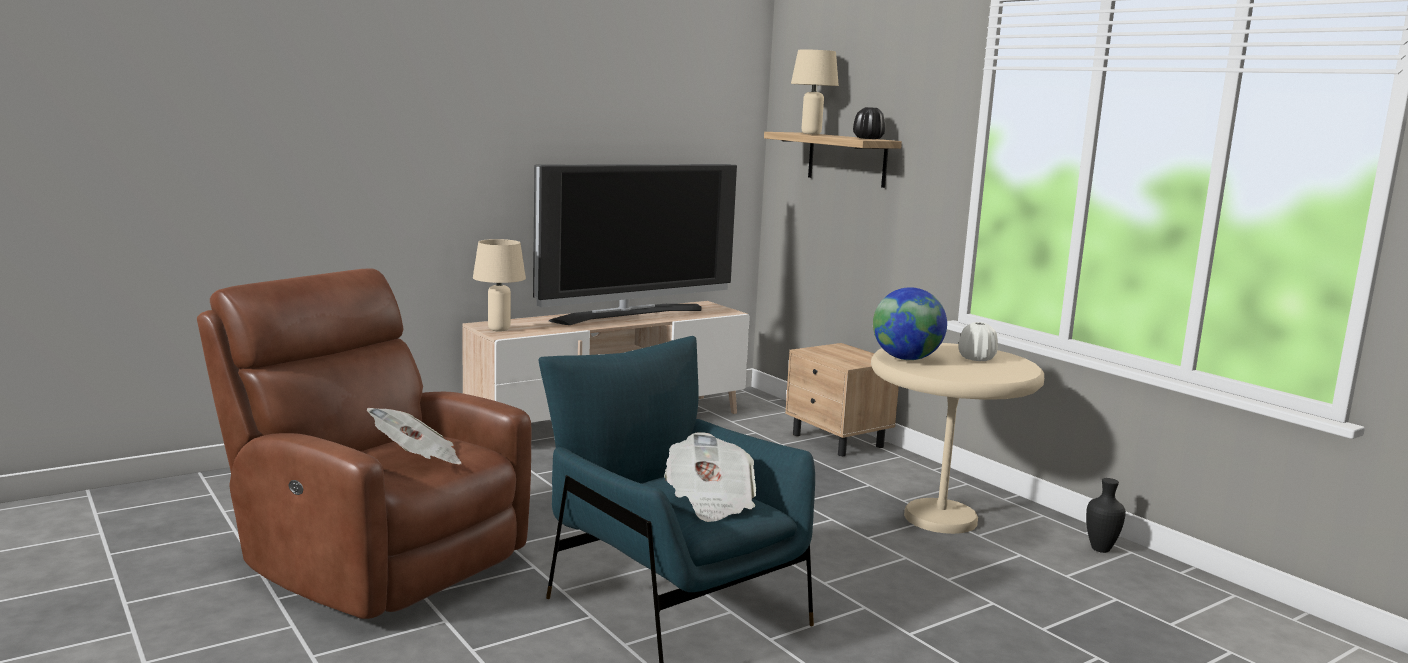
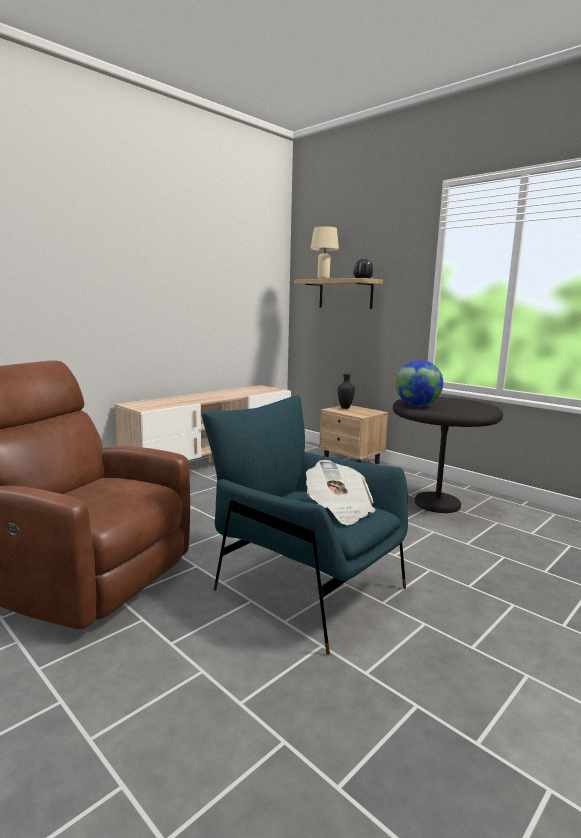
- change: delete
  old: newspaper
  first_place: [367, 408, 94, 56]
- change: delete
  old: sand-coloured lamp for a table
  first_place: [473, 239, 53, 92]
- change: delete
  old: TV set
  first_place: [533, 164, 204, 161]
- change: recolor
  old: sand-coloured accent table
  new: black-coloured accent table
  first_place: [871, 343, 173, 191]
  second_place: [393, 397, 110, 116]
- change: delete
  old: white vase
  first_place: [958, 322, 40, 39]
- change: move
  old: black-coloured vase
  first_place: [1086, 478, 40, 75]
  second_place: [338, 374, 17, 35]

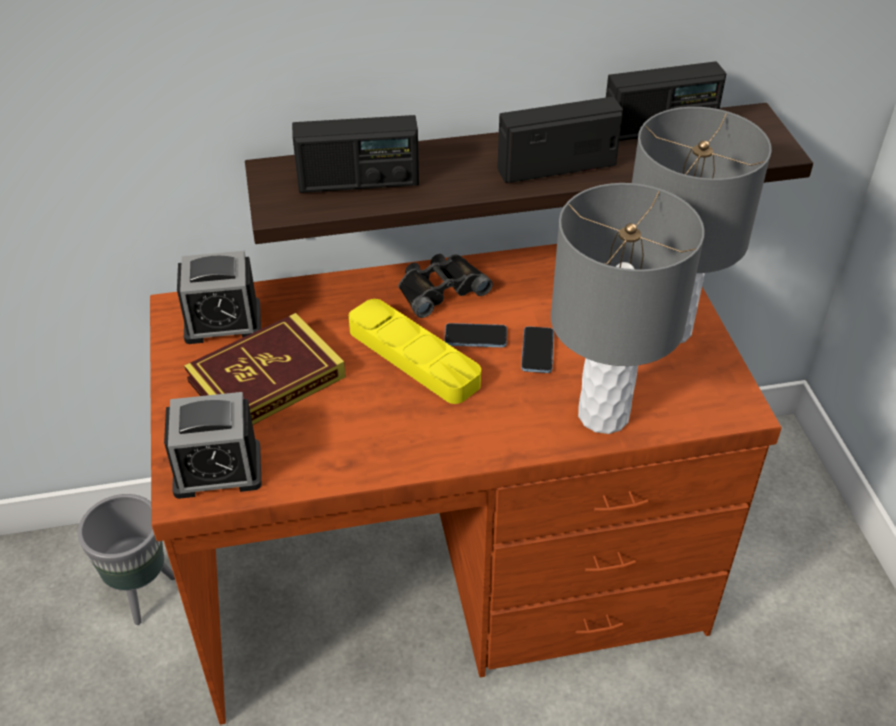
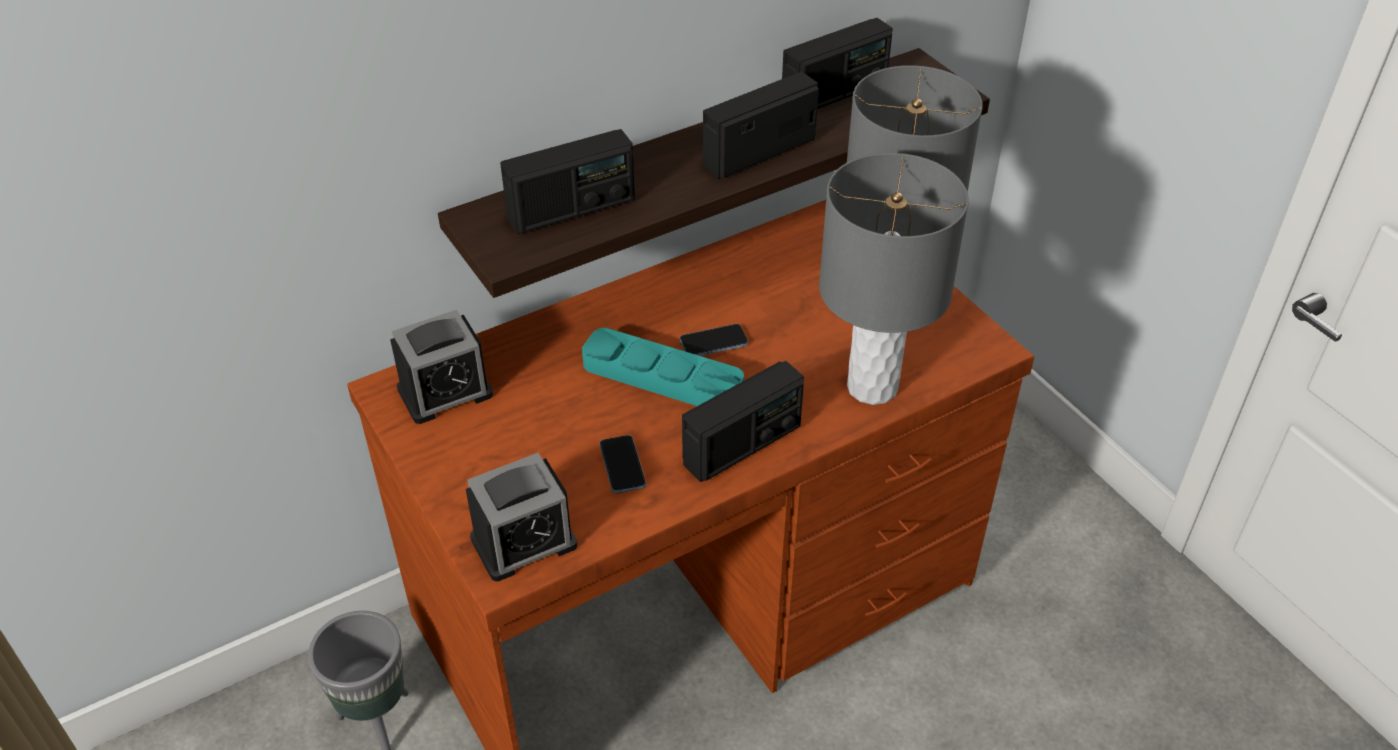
- change: delete
  old: bound book
  first_place: [184, 313, 162, 112]
- change: recolor
  old: yellow-coloured tray
  new: turquoise-coloured tray
  first_place: [349, 299, 132, 105]
  second_place: [582, 328, 162, 78]
- change: delete
  old: black-coloured pair of binoculars
  first_place: [398, 254, 95, 64]
- change: move
  old: phone
  first_place: [521, 326, 33, 47]
  second_place: [600, 435, 46, 58]
- change: insert
  new: radio
  second_place: [682, 361, 122, 121]

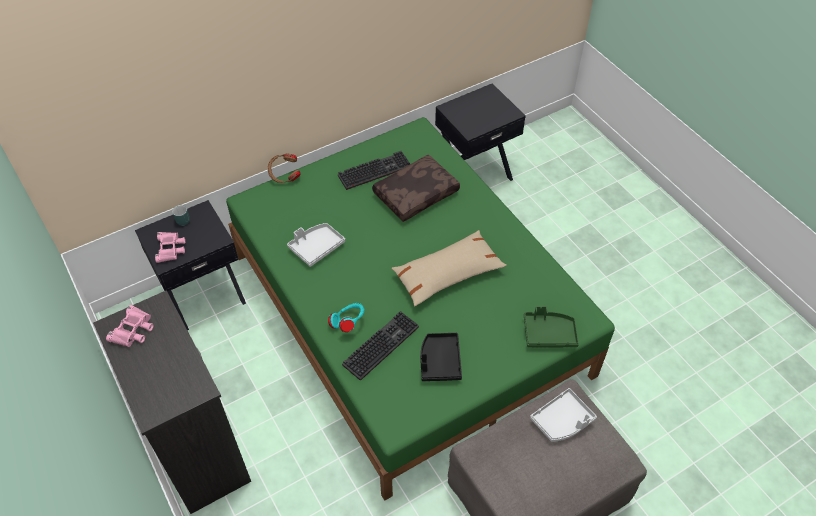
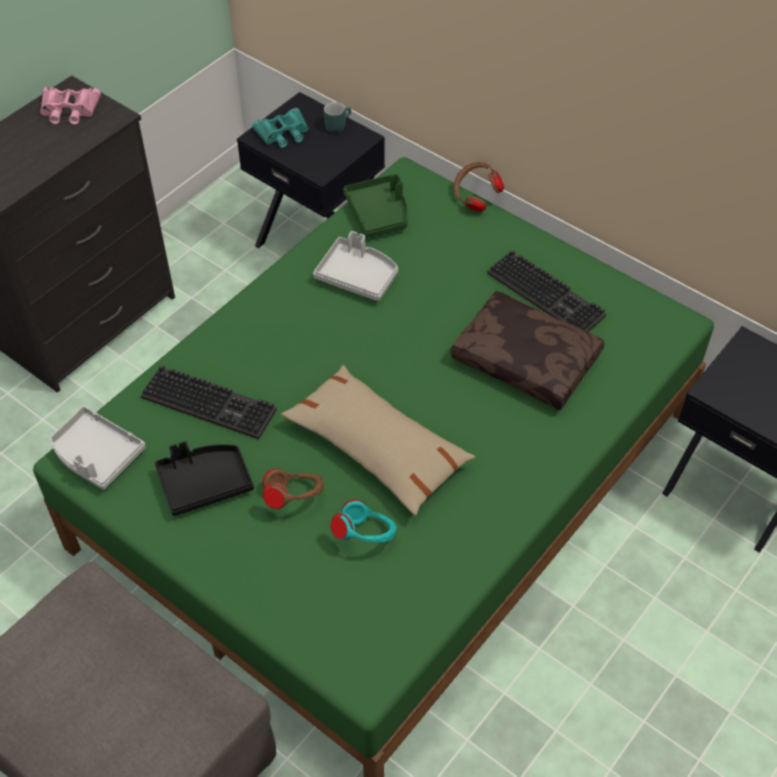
- change: recolor
  old: pink-coloured pair of binoculars
  new: turquoise-coloured pair of binoculars
  first_place: [155, 232, 30, 31]
  second_place: [252, 108, 57, 40]
- change: move
  old: turquoise-coloured pair of headphones
  first_place: [328, 303, 37, 29]
  second_place: [331, 499, 66, 44]
- change: move
  old: green-coloured tray
  first_place: [524, 306, 55, 41]
  second_place: [343, 173, 66, 65]
- change: move
  old: grey tray
  first_place: [530, 388, 67, 54]
  second_place: [50, 406, 96, 84]
- change: insert
  new: brown-coloured pair of headphones
  second_place: [262, 468, 62, 41]

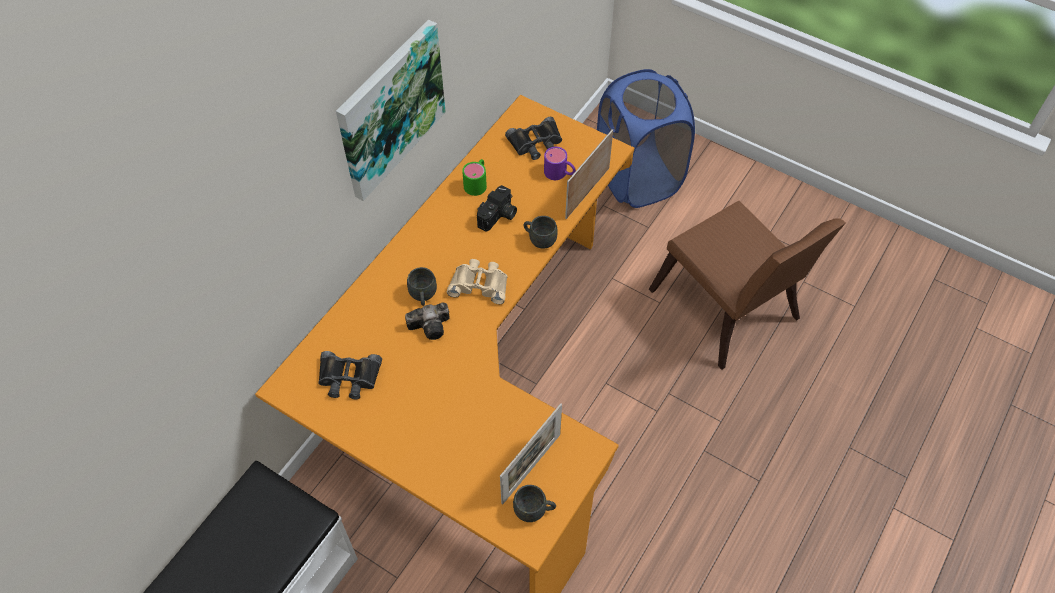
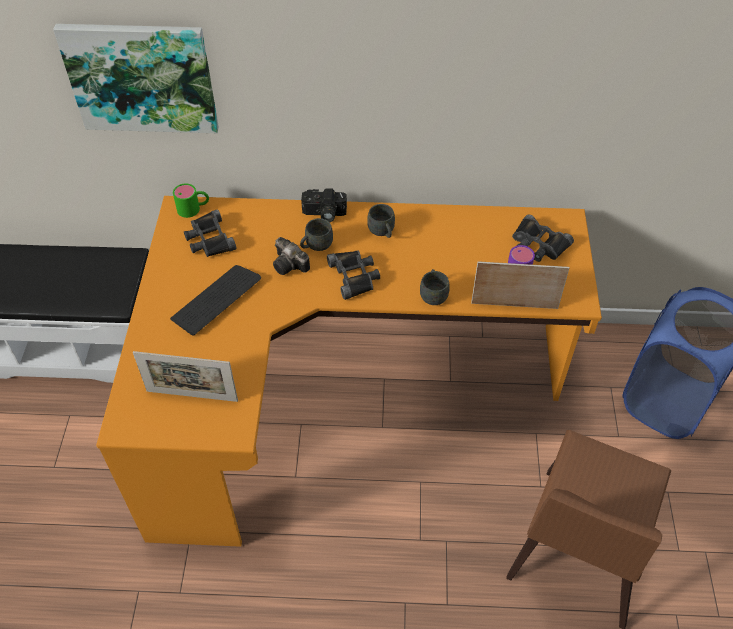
- change: move
  old: picture
  first_place: [336, 19, 110, 182]
  second_place: [53, 24, 166, 109]
- change: recolor
  old: sand-coloured pair of binoculars
  new: black-coloured pair of binoculars
  first_place: [447, 259, 61, 45]
  second_place: [327, 250, 53, 50]
- change: move
  old: green-coloured coffee mug
  first_place: [462, 159, 25, 37]
  second_place: [173, 183, 36, 35]
- change: move
  old: still camera
  first_place: [477, 185, 40, 47]
  second_place: [301, 188, 46, 34]
- change: move
  old: grey coffee mug
  first_place: [513, 485, 43, 37]
  second_place: [367, 204, 28, 34]
- change: insert
  new: computer keyboard
  second_place: [170, 265, 91, 71]

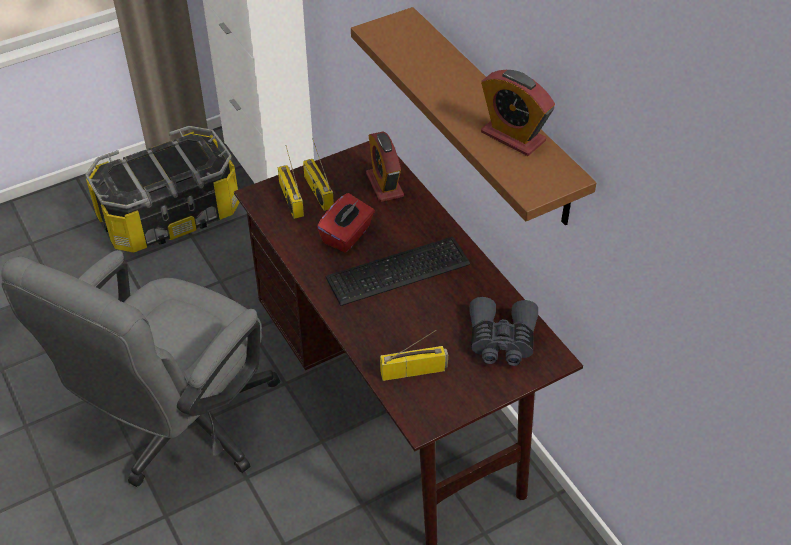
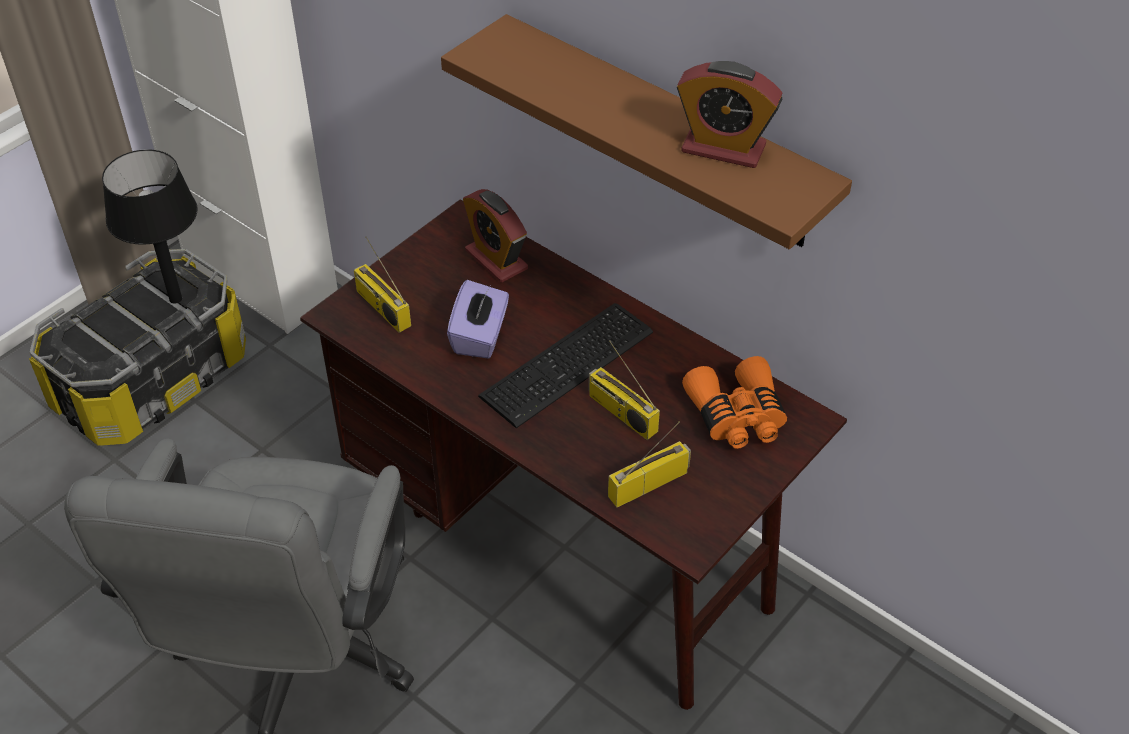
- change: move
  old: radio
  first_place: [303, 138, 31, 73]
  second_place: [588, 340, 72, 100]
- change: recolor
  old: reddish box of tissues
  new: purple-coloured box of tissues
  first_place: [317, 193, 58, 59]
  second_place: [447, 280, 62, 79]
- change: recolor
  old: grey pair of binoculars
  new: orange pair of binoculars
  first_place: [469, 297, 69, 69]
  second_place: [682, 356, 105, 93]
- change: insert
  new: black-coloured lamp for a table
  second_place: [102, 149, 96, 155]

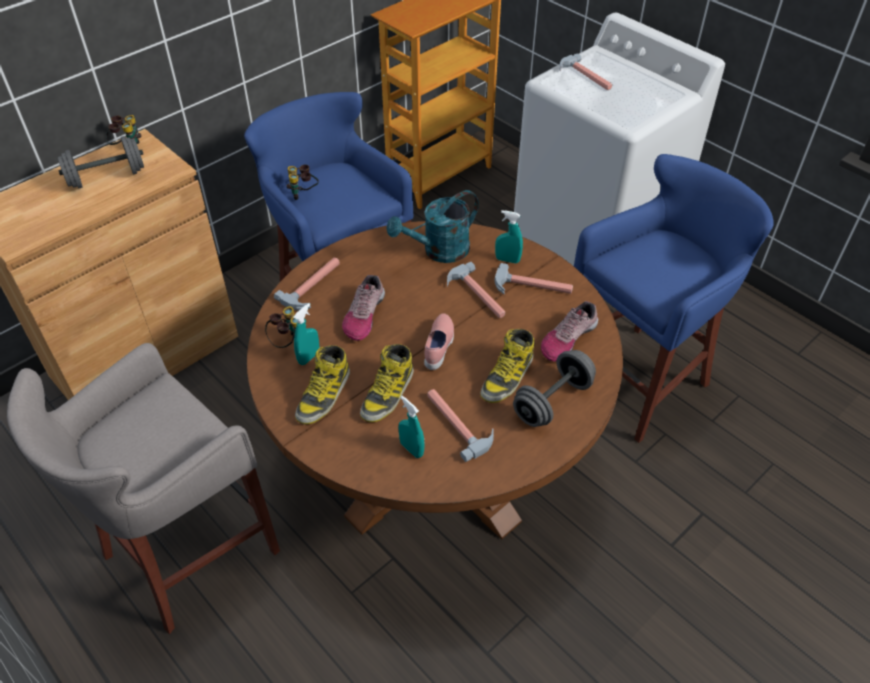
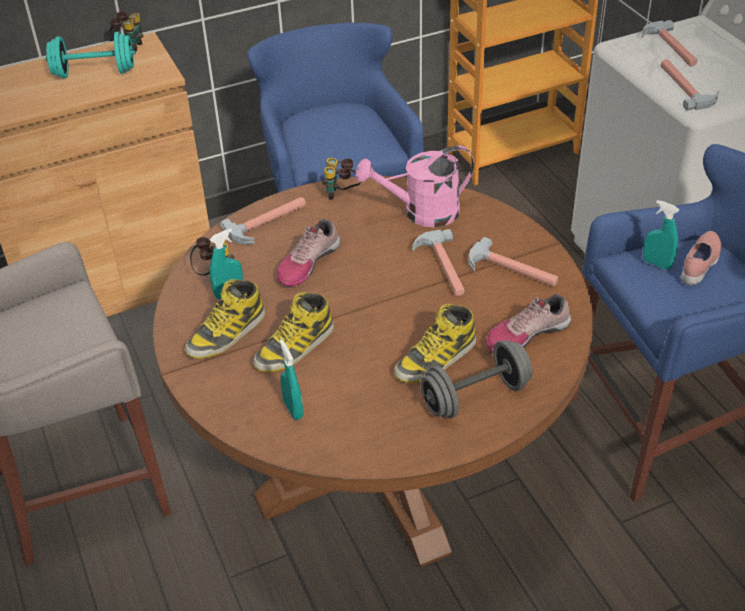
- change: recolor
  old: grey free weight
  new: turquoise-coloured free weight
  first_place: [58, 136, 86, 52]
  second_place: [46, 32, 90, 46]
- change: move
  old: pair of binoculars
  first_place: [286, 165, 33, 35]
  second_place: [322, 158, 39, 42]
- change: recolor
  old: turquoise-coloured watering pot
  new: pink-coloured watering pot
  first_place: [386, 190, 93, 73]
  second_place: [356, 145, 118, 82]
- change: move
  old: pink-coloured shoe
  first_place: [424, 313, 30, 57]
  second_place: [681, 231, 40, 54]
- change: move
  old: hammer
  first_place: [427, 389, 67, 73]
  second_place: [661, 59, 58, 52]
- change: move
  old: turquoise-coloured hand sprayer
  first_place: [495, 210, 28, 54]
  second_place: [643, 200, 36, 70]

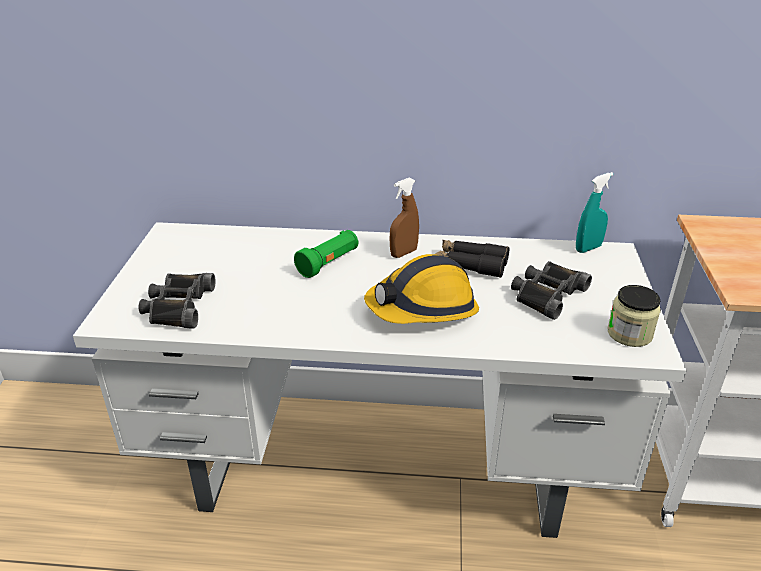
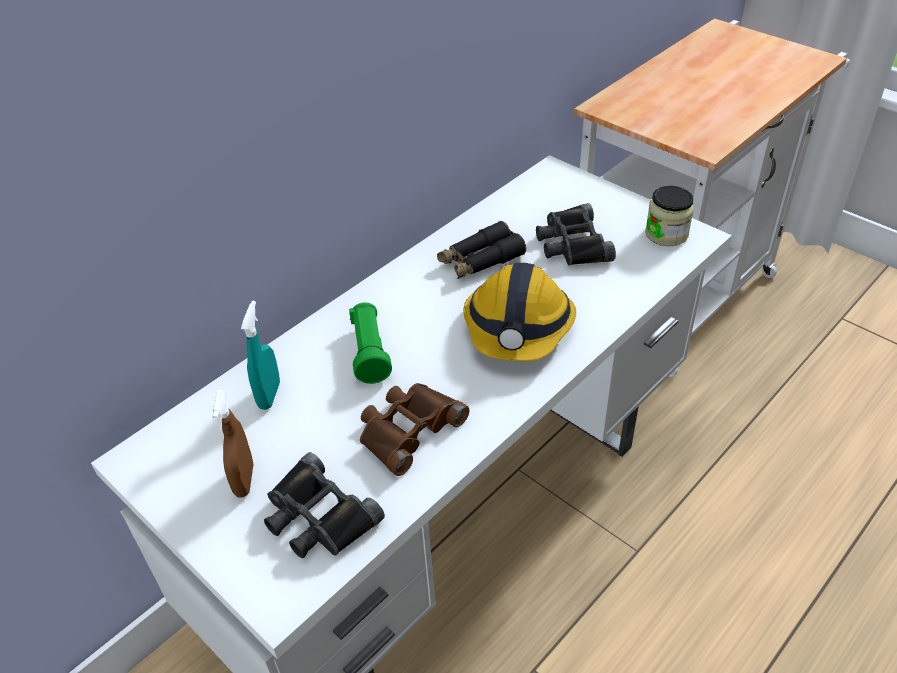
- change: move
  old: brown-coloured hand sprayer
  first_place: [390, 178, 29, 80]
  second_place: [212, 390, 41, 108]
- change: move
  old: turquoise-coloured hand sprayer
  first_place: [576, 172, 37, 81]
  second_place: [241, 301, 39, 109]
- change: insert
  new: brown-coloured pair of binoculars
  second_place: [360, 383, 109, 93]

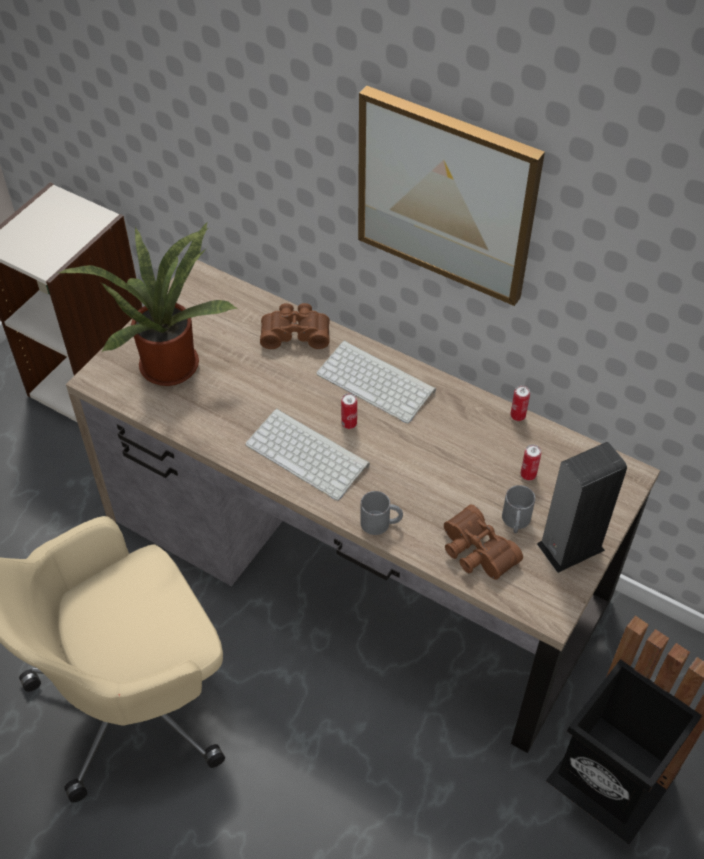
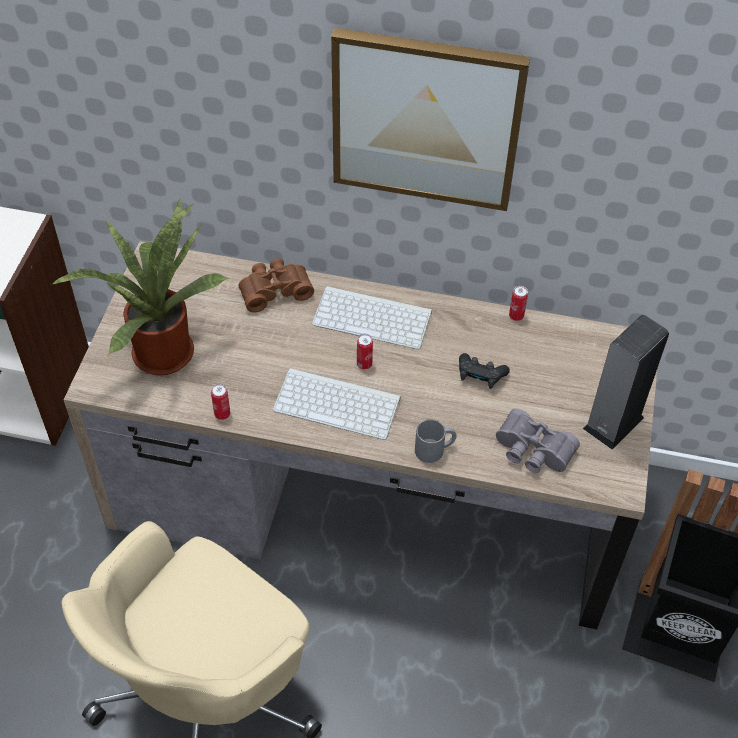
- change: recolor
  old: brown-coloured pair of binoculars
  new: grey pair of binoculars
  first_place: [444, 505, 79, 75]
  second_place: [496, 408, 84, 65]
- change: delete
  old: grey coffee mug
  first_place: [502, 485, 33, 48]
- change: move
  old: can
  first_place: [521, 444, 20, 37]
  second_place: [211, 384, 19, 36]
- change: insert
  new: black-coloured game controller
  second_place: [459, 353, 51, 36]

